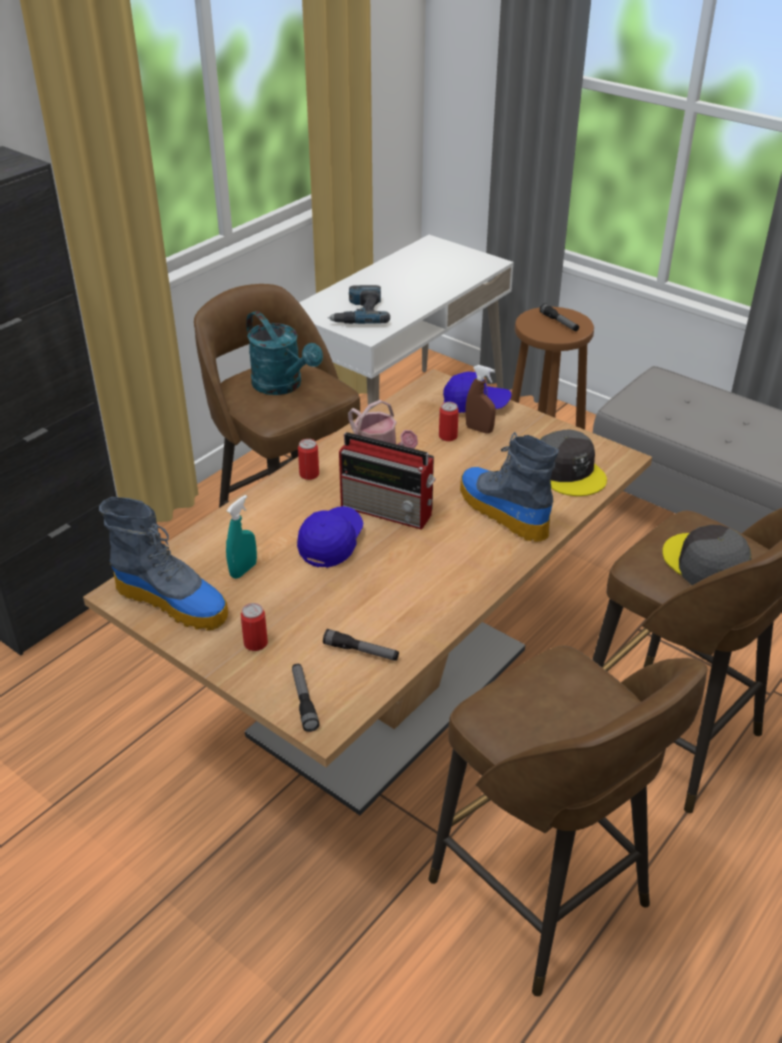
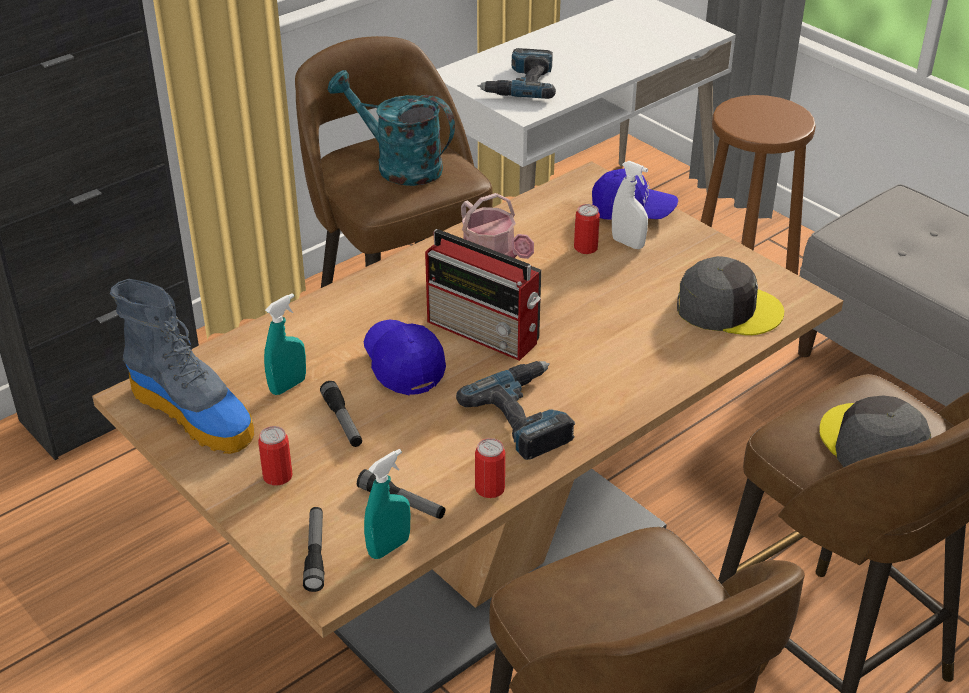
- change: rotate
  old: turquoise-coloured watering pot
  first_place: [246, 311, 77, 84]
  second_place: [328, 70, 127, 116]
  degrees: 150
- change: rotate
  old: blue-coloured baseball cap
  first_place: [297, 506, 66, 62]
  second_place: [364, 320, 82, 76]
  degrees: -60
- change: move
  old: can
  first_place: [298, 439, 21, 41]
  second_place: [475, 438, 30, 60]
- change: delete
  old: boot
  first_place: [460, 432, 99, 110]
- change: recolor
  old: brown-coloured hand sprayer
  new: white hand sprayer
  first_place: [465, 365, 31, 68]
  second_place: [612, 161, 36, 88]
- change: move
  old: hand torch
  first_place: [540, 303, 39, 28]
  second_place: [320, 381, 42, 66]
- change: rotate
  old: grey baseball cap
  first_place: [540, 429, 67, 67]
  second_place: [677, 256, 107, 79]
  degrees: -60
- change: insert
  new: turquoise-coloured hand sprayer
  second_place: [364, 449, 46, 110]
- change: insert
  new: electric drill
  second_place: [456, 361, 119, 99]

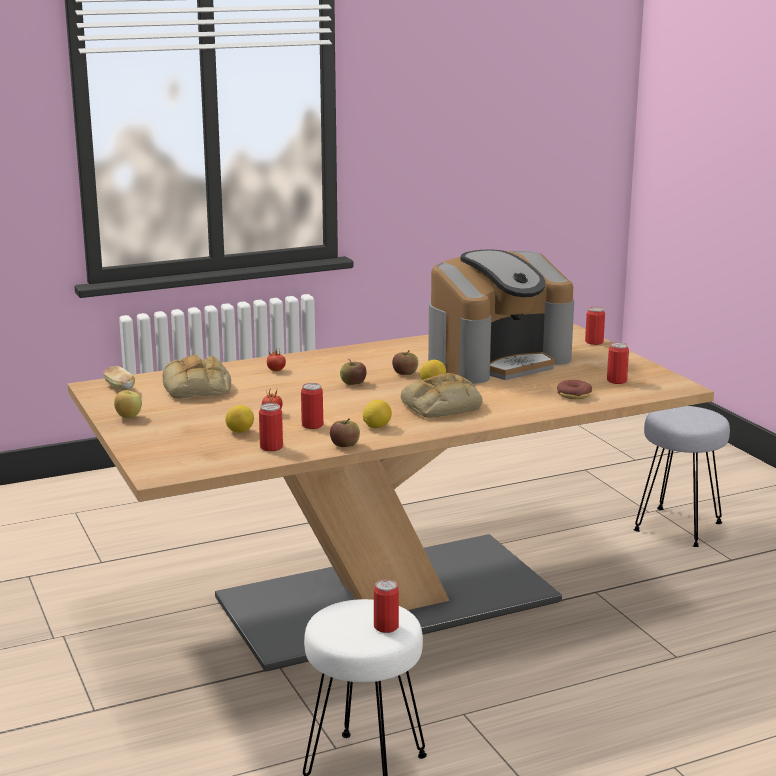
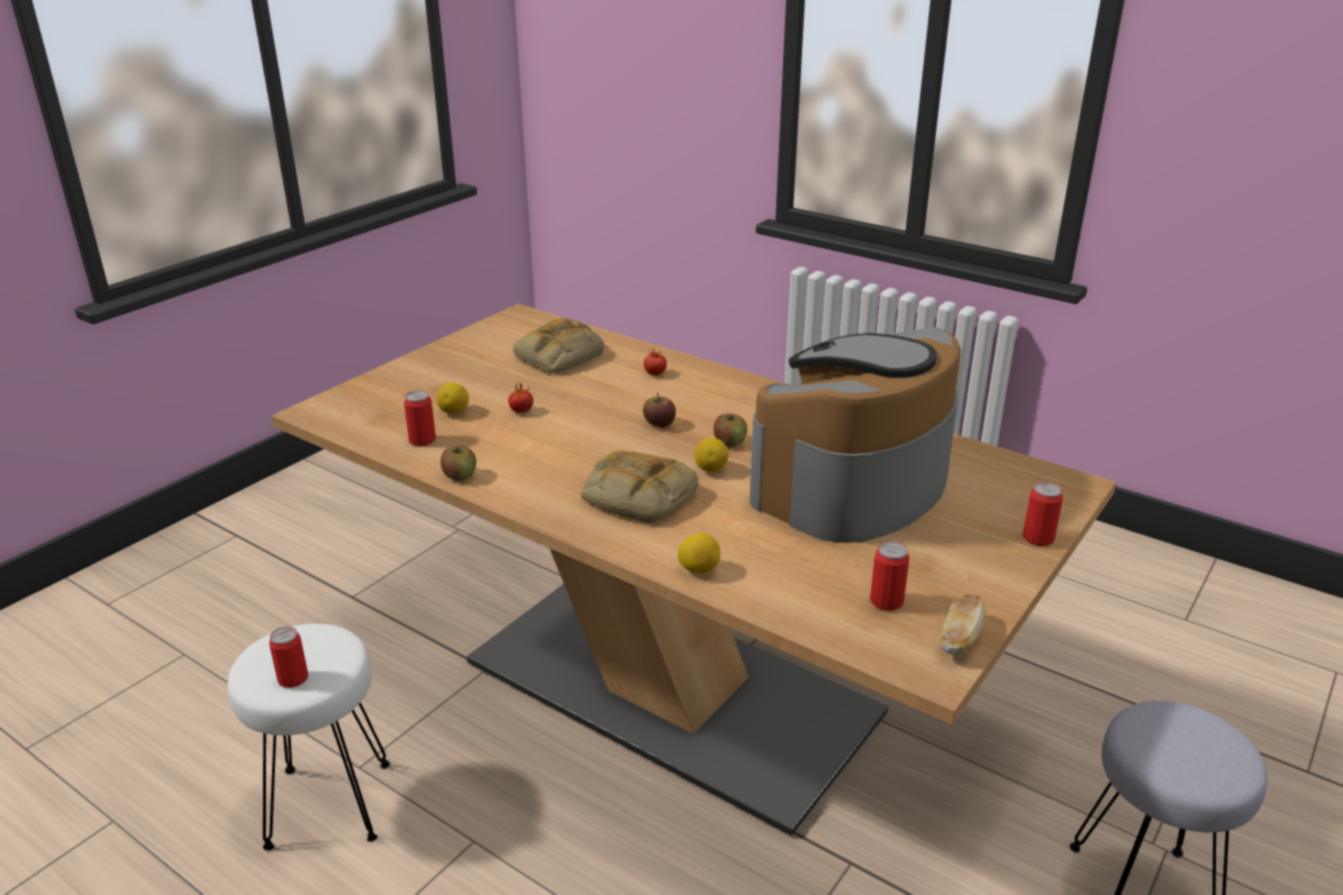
- change: move
  old: bread
  first_place: [104, 366, 31, 24]
  second_place: [939, 595, 46, 60]
- change: delete
  old: apple
  first_place: [114, 390, 28, 28]
- change: delete
  old: can
  first_place: [301, 383, 22, 46]
- change: move
  old: citrus fruit
  first_place: [363, 400, 29, 28]
  second_place: [678, 533, 42, 40]
- change: rotate
  old: coffee machine
  first_place: [428, 249, 146, 135]
  second_place: [750, 327, 211, 216]
  degrees: 105
- change: delete
  old: doughnut
  first_place: [557, 380, 35, 19]

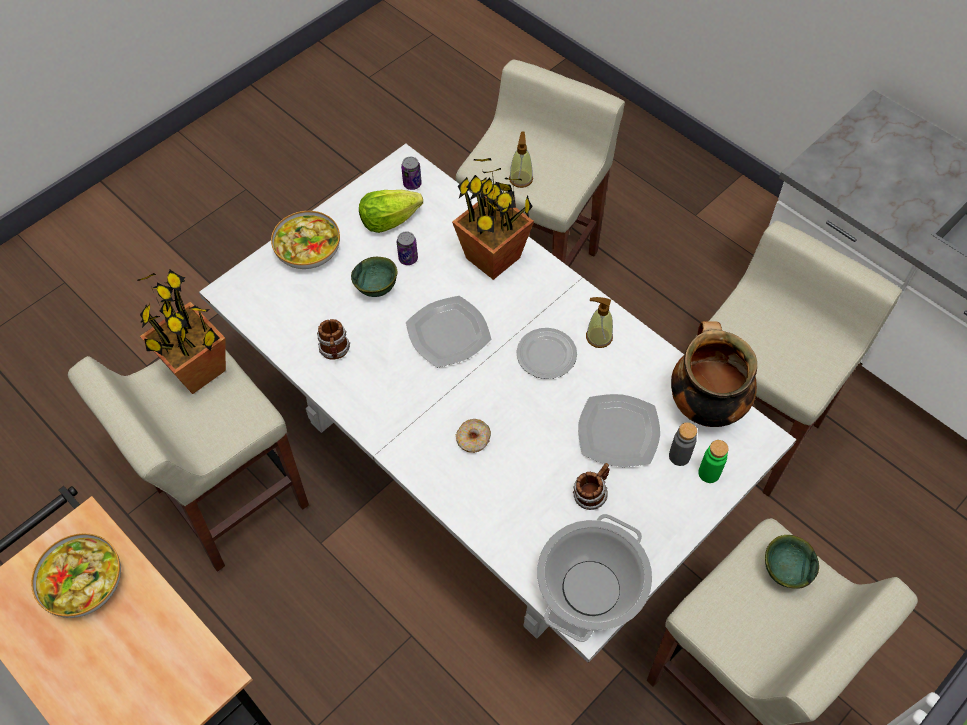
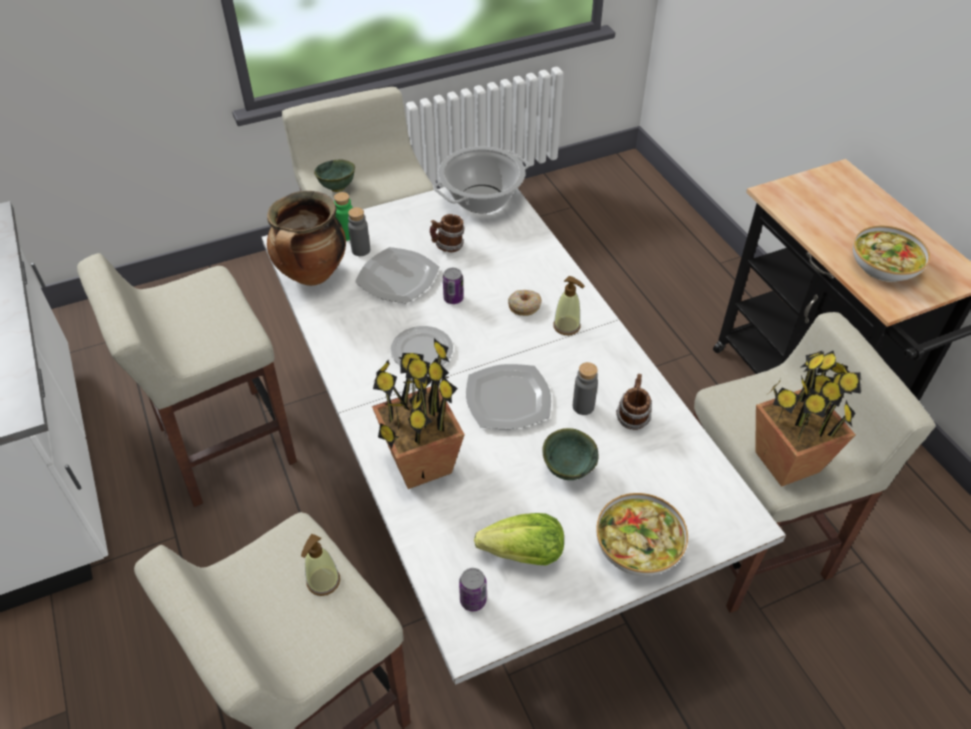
- change: move
  old: can
  first_place: [397, 231, 21, 34]
  second_place: [443, 268, 21, 36]
- change: move
  old: soap bottle
  first_place: [586, 297, 27, 51]
  second_place: [553, 276, 32, 59]
- change: insert
  new: grey drink bottle
  second_place: [573, 362, 25, 53]

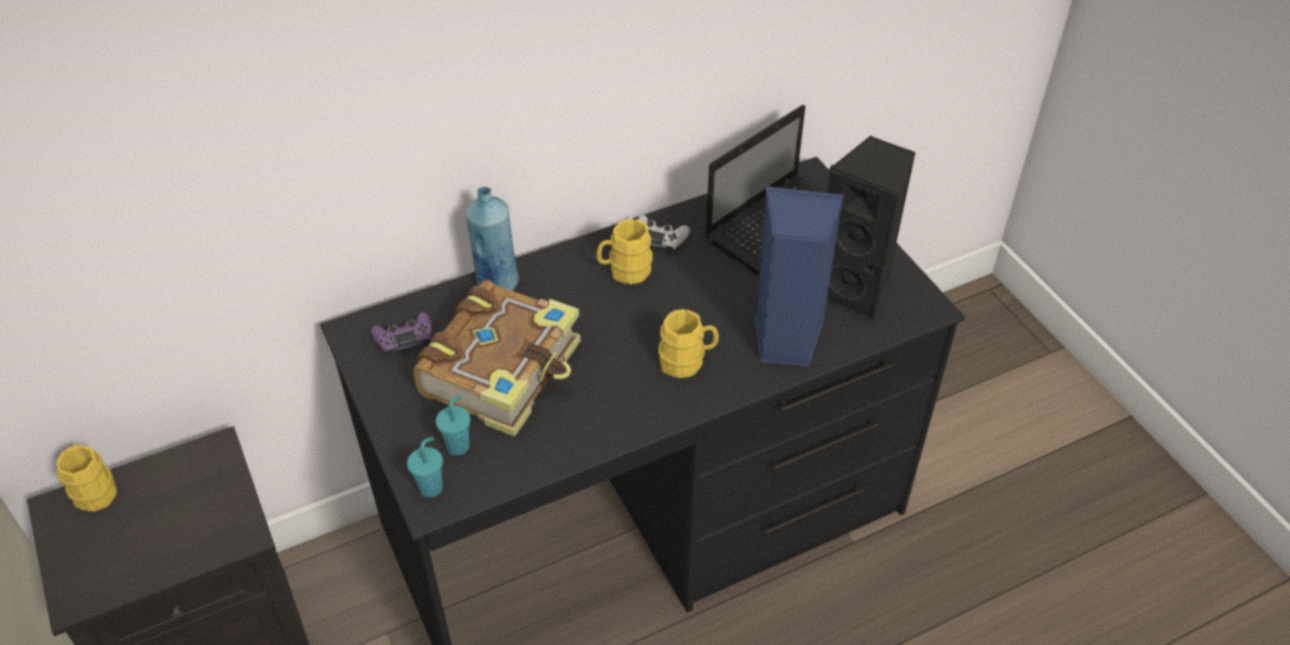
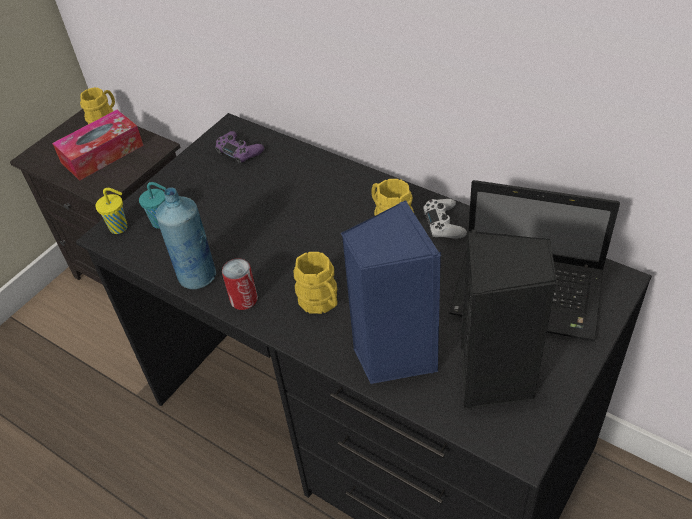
- change: recolor
  old: turquoise-coloured cup
  new: yellow-coloured cup
  first_place: [407, 437, 36, 61]
  second_place: [95, 188, 33, 46]
- change: delete
  old: bound book
  first_place: [413, 280, 168, 157]
- change: move
  old: blue-coloured drink bottle
  first_place: [466, 187, 53, 104]
  second_place: [156, 187, 60, 102]
- change: insert
  new: box of tissues
  second_place: [52, 110, 92, 71]
- change: insert
  new: can
  second_place: [222, 258, 36, 52]

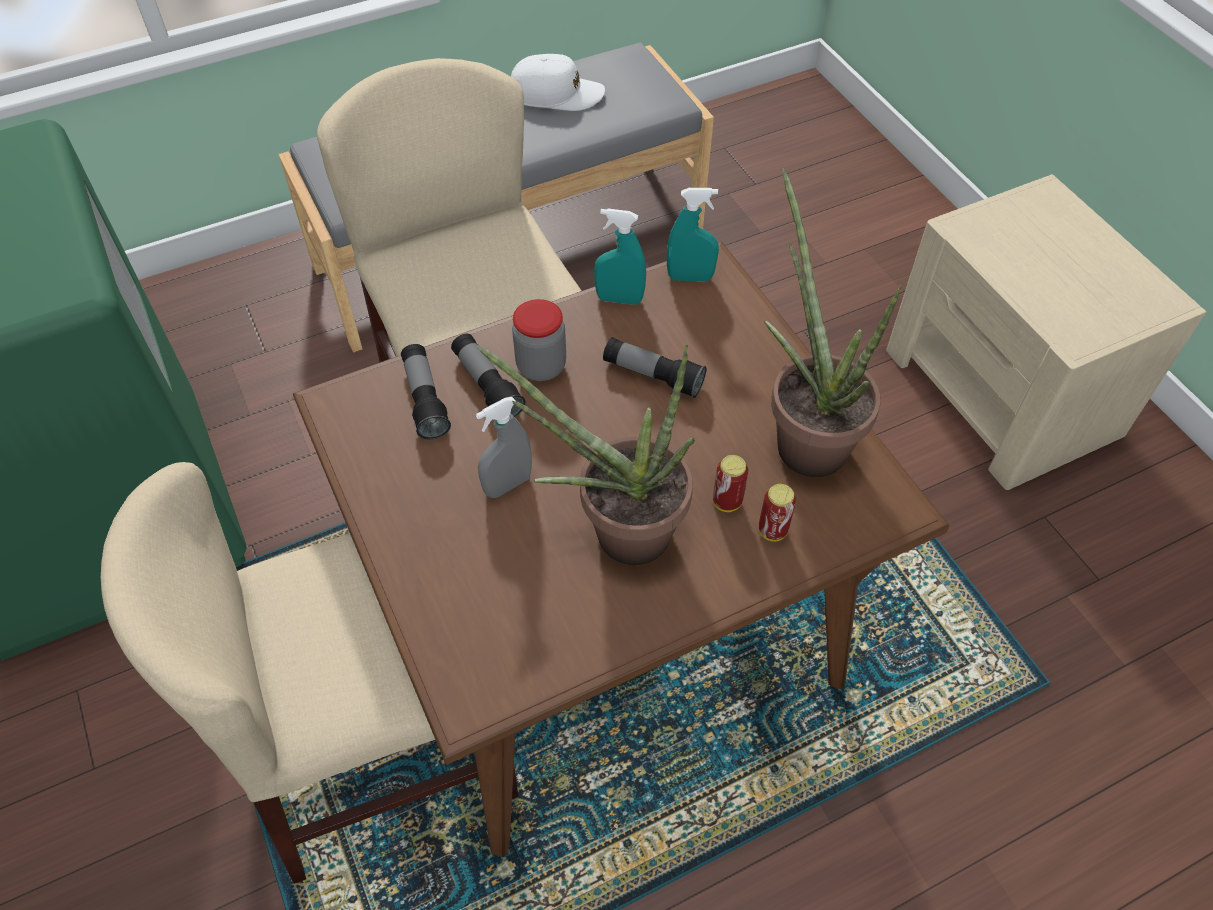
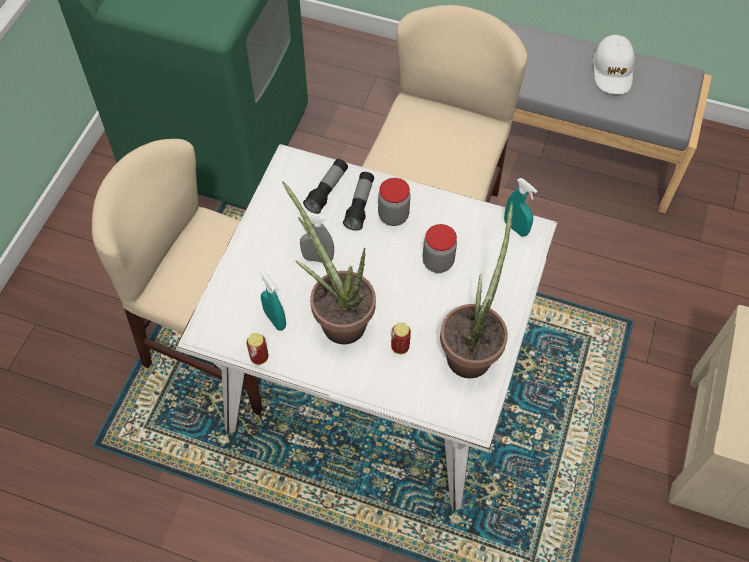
- change: recolor
  old: brown-coloured dining table
  new: white dining table
  first_place: [293, 242, 656, 615]
  second_place: [176, 144, 382, 367]
- change: rotate
  old: white baseball cap
  first_place: [511, 54, 94, 57]
  second_place: [594, 35, 41, 59]
  degrees: 45
- change: move
  old: turquoise-coloured hand sprayer
  first_place: [594, 208, 52, 97]
  second_place: [259, 269, 27, 62]
- change: replace
  old: hand torch
  new: storage jar
  first_place: [603, 337, 103, 61]
  second_place: [423, 224, 34, 49]
- change: move
  old: can
  first_place: [759, 484, 37, 57]
  second_place: [246, 333, 22, 32]

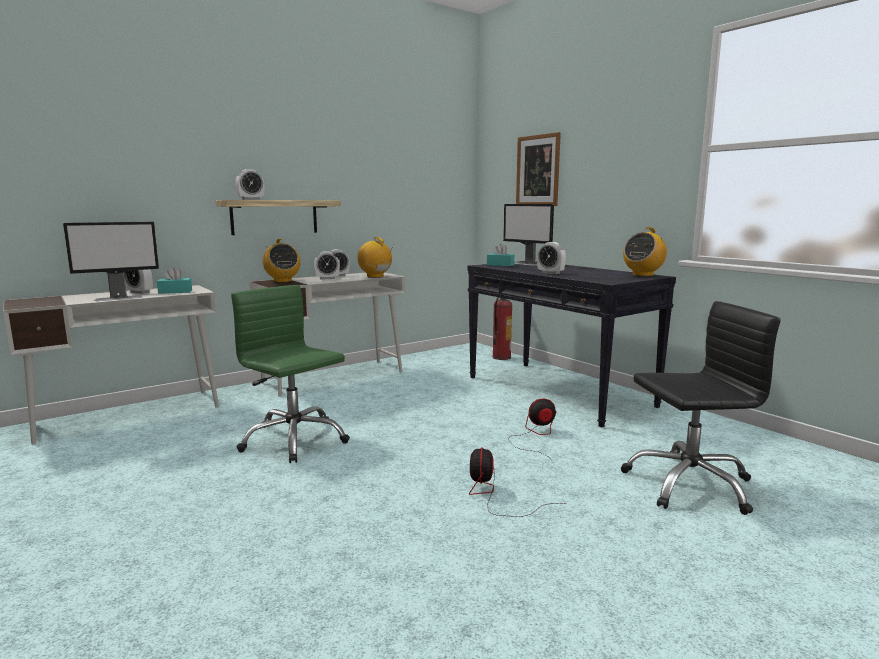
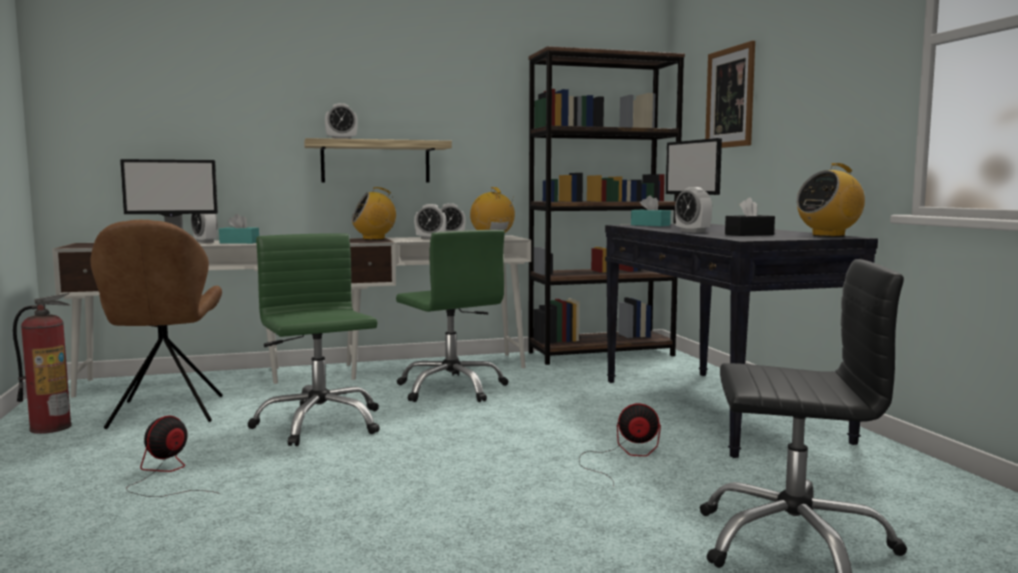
- change: rotate
  old: radio
  first_place: [263, 239, 38, 44]
  second_place: [351, 187, 45, 53]
  degrees: 75
- change: move
  old: cooling fan
  first_place: [469, 447, 97, 70]
  second_place: [126, 416, 94, 81]
- change: move
  old: fire-fighting cylinder
  first_place: [492, 297, 20, 63]
  second_place: [13, 293, 59, 141]
- change: insert
  new: brown-coloured plain chair
  second_place: [90, 220, 133, 209]
- change: insert
  new: green-coloured office chair
  second_place: [396, 230, 113, 172]
- change: insert
  new: brown-coloured shelving unit
  second_place: [528, 46, 157, 319]
- change: insert
  new: black-coloured box of tissues
  second_place: [725, 198, 50, 38]

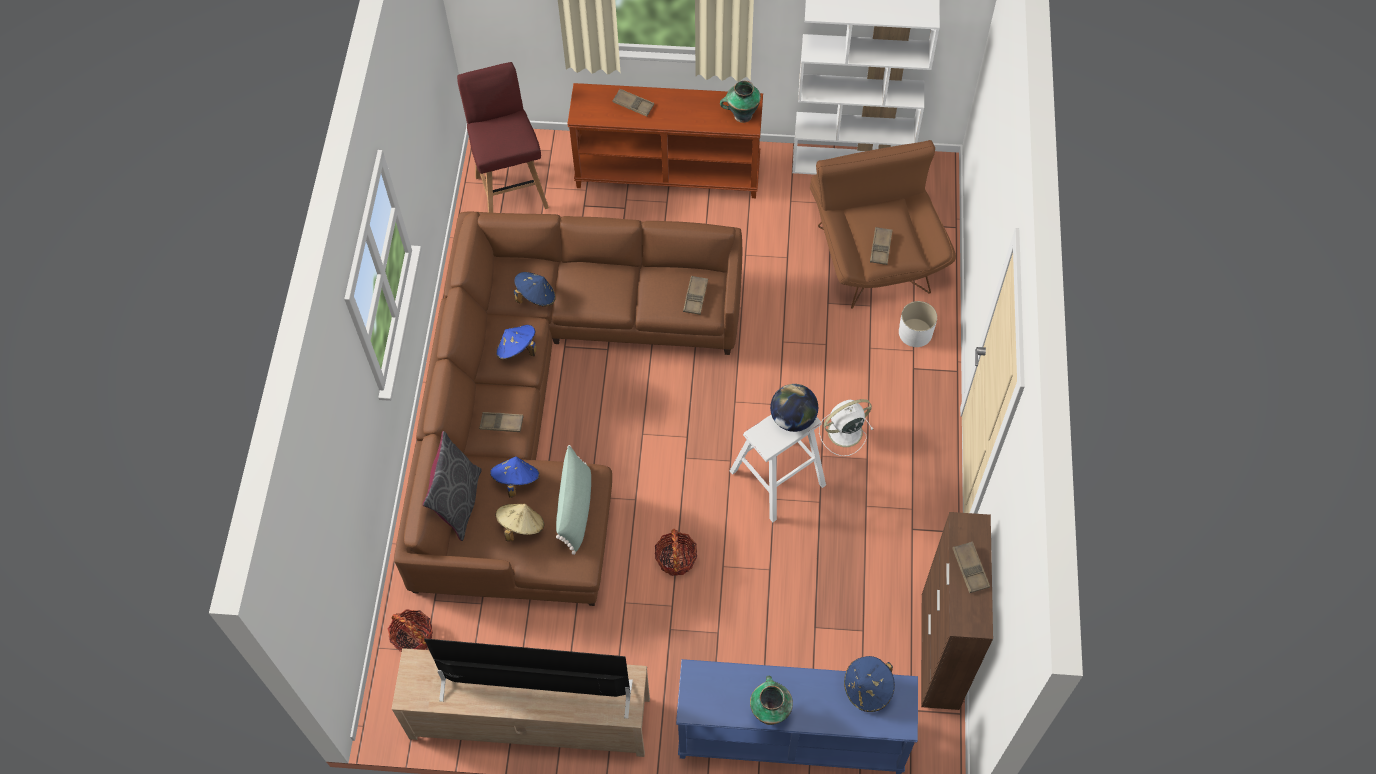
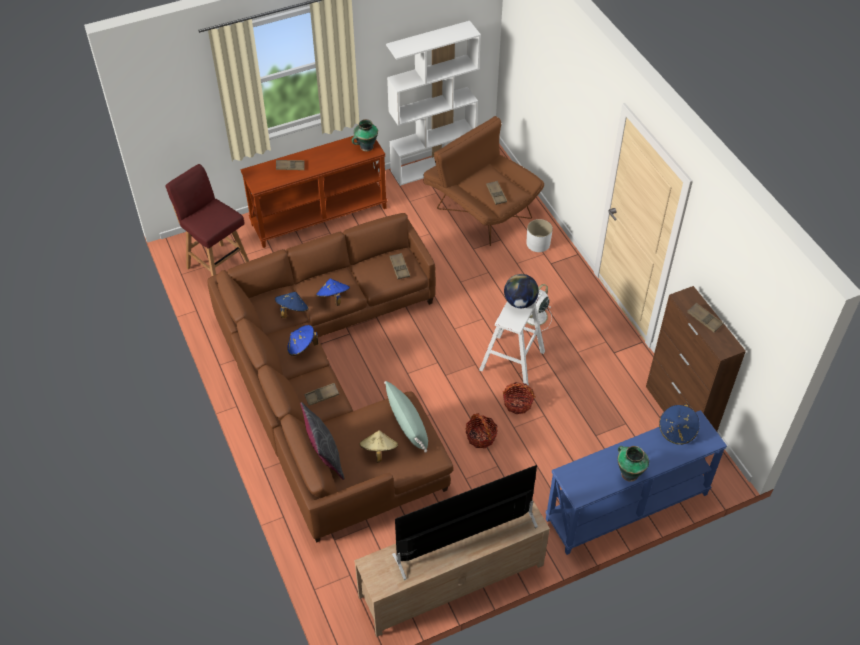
- change: move
  old: basket
  first_place: [388, 609, 45, 43]
  second_place: [503, 382, 33, 32]
- change: move
  old: blue-coloured wearable hat
  first_place: [490, 456, 50, 42]
  second_place: [316, 278, 34, 28]

